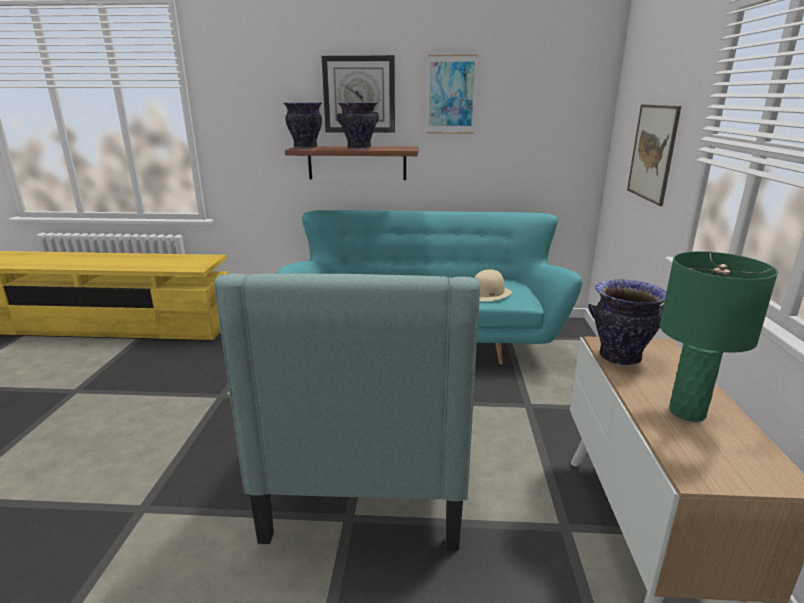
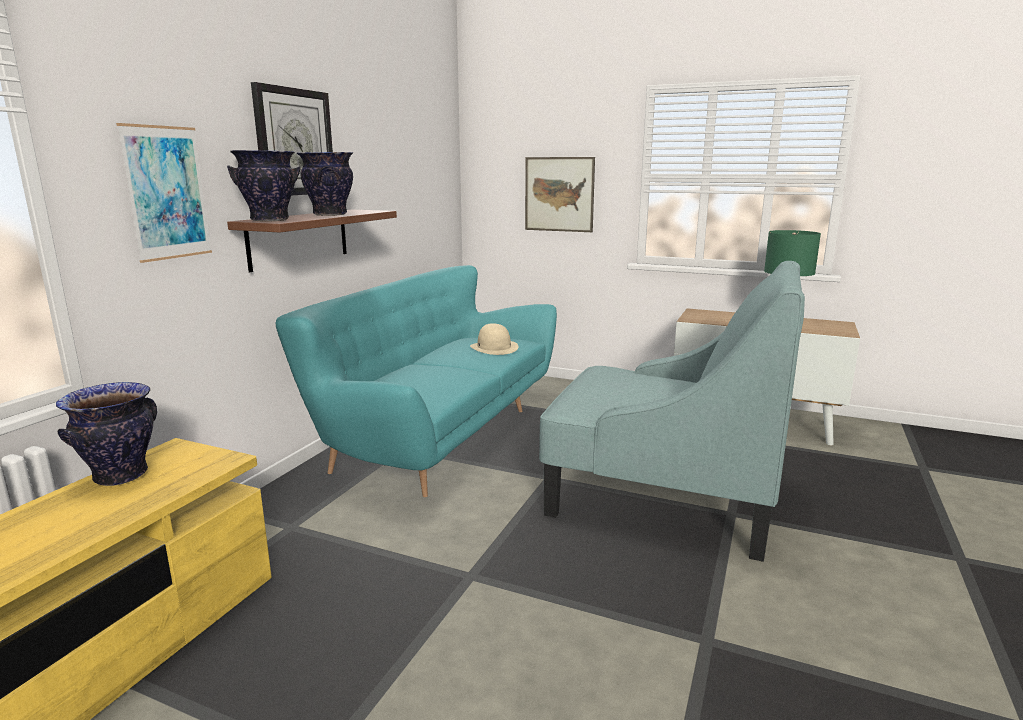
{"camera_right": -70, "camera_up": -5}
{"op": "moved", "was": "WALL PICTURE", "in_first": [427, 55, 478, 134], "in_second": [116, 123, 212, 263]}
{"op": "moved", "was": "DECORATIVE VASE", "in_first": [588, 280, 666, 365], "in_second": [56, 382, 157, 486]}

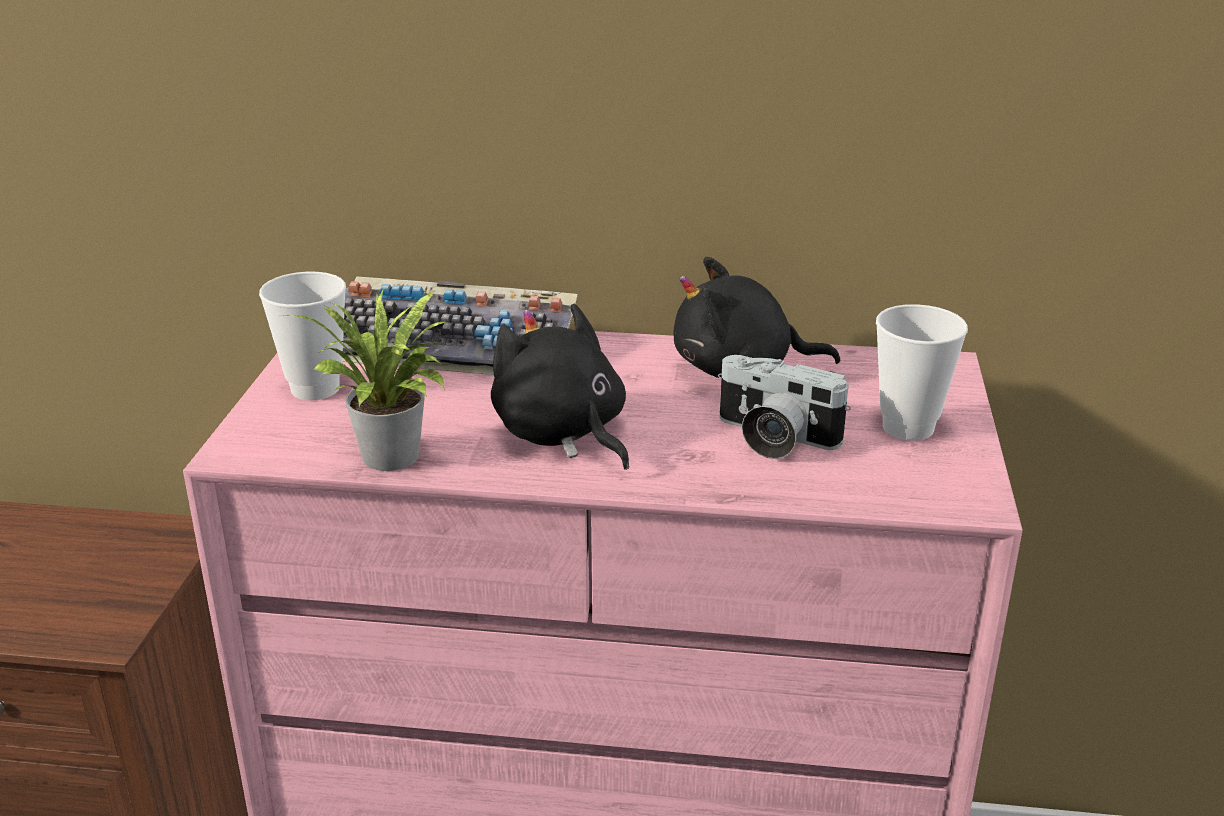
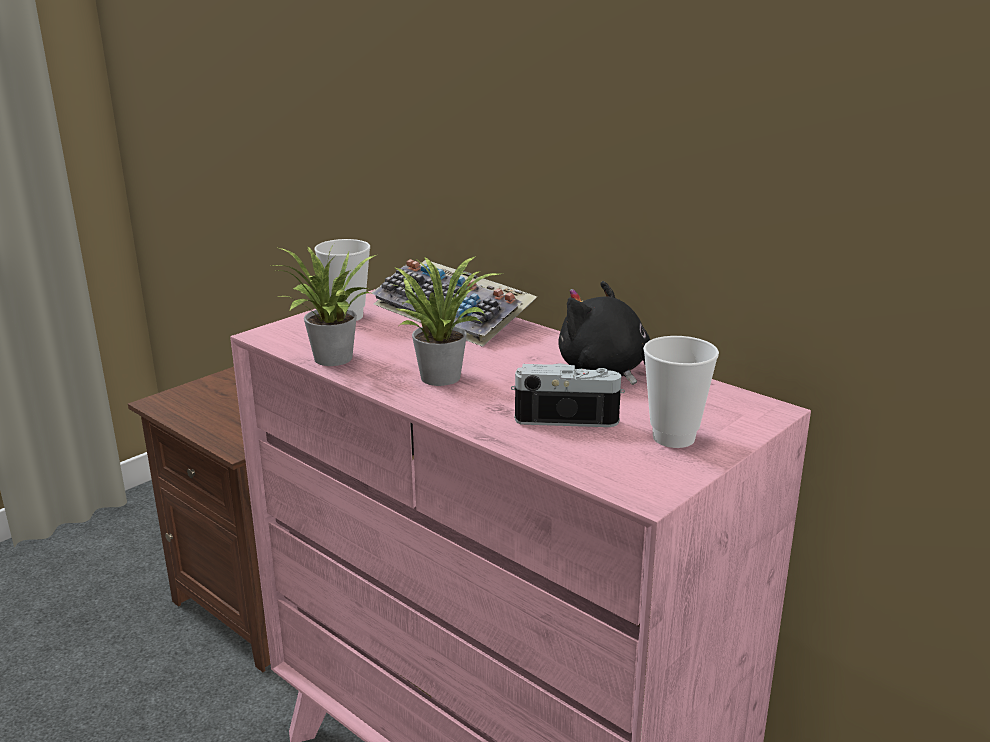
{"camera_right": 35, "camera_up": -5}
{"op": "replaced", "was": "BLACKISH CUDDLY TOY", "now": "HOUSEPLANT", "in_first": [491, 304, 629, 470], "in_second": [395, 256, 500, 386]}
{"op": "turned", "was": "STILL CAMERA", "in_first": [718, 355, 851, 459], "in_second": [511, 363, 625, 427], "clockwise": 120}

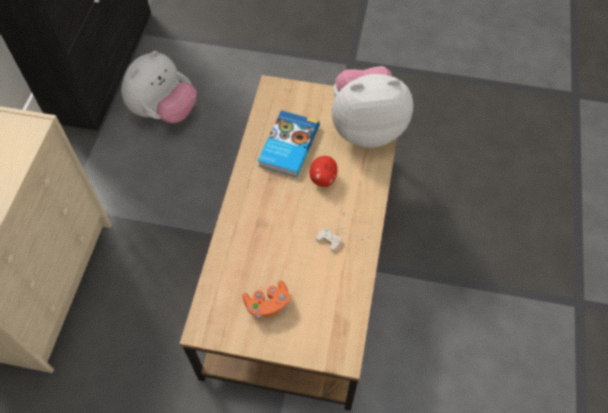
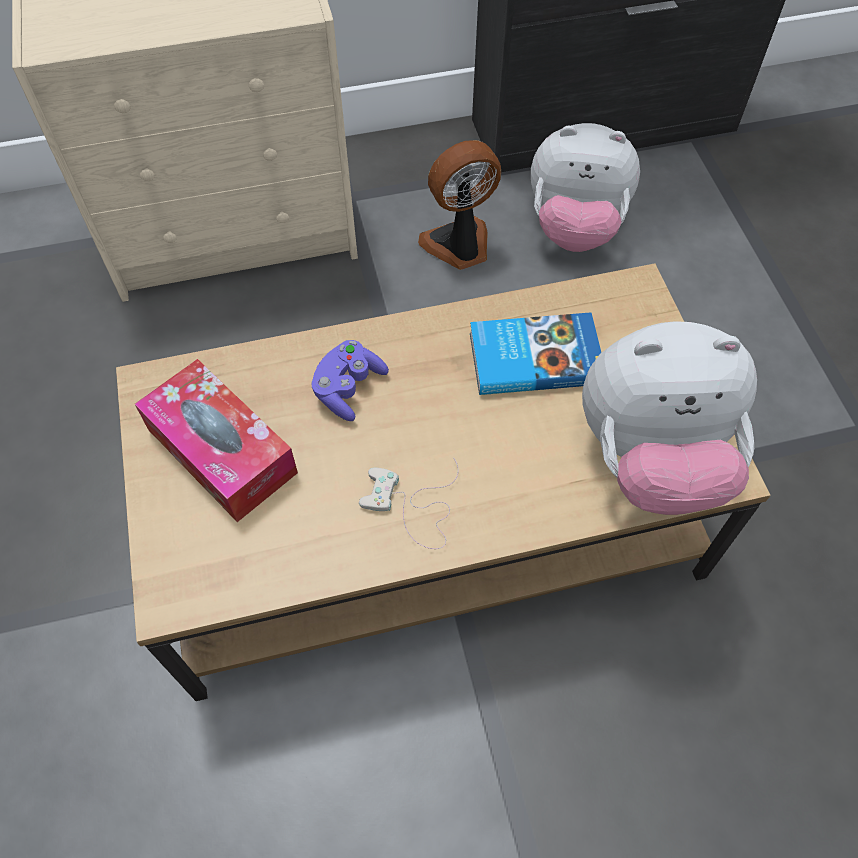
{"camera_right": 65, "camera_up": 0}
{"op": "removed", "was": "WHOLE APPLE", "in_first": [310, 156, 337, 187]}
{"op": "added", "now": "PURPLE JOYPAD", "in_second": [311, 340, 389, 421]}
{"op": "added", "now": "COOLING FAN", "in_second": [418, 140, 501, 270]}
{"op": "replaced", "was": "ORANGE JOYPAD", "now": "TISSUE BOX", "in_first": [242, 281, 290, 318], "in_second": [135, 359, 298, 522]}
{"op": "turned", "was": "CUDDLY TOY", "in_first": [332, 66, 414, 148], "in_second": [582, 321, 757, 515], "clockwise": 120}

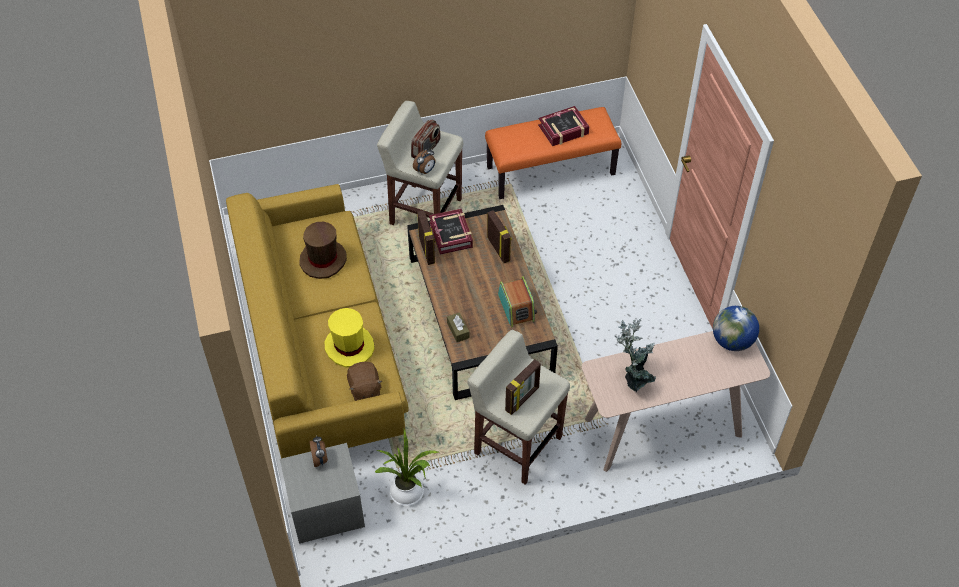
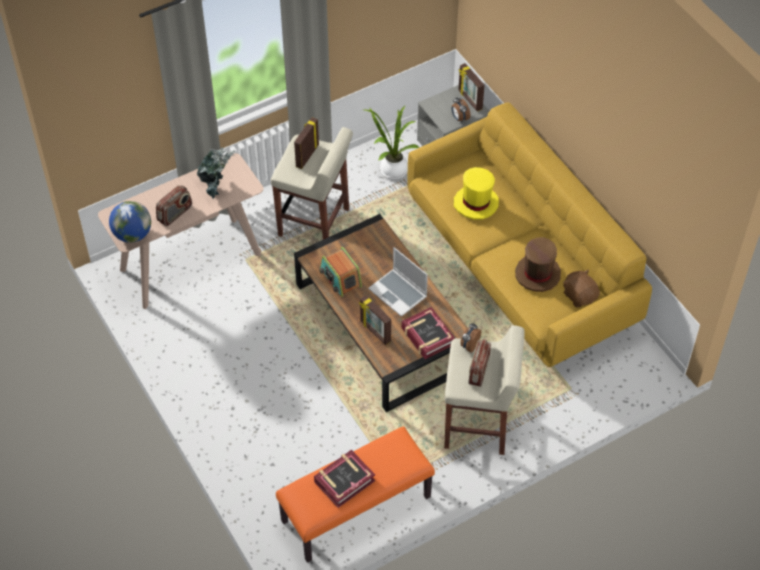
{"camera_right": 165, "camera_up": 0}
{"op": "removed", "was": "BROWN TISSUE BOX", "in_first": [447, 312, 469, 342]}
{"op": "added", "now": "RADIO", "in_second": [156, 185, 192, 227]}
{"op": "added", "now": "LAPTOP", "in_second": [368, 247, 428, 317]}
{"op": "moved", "was": "BROWN CUDDLY TOY", "in_first": [347, 361, 382, 401], "in_second": [563, 269, 600, 307]}
{"op": "moved", "was": "PHOTO FRAME", "in_first": [417, 211, 435, 265], "in_second": [459, 63, 484, 112]}

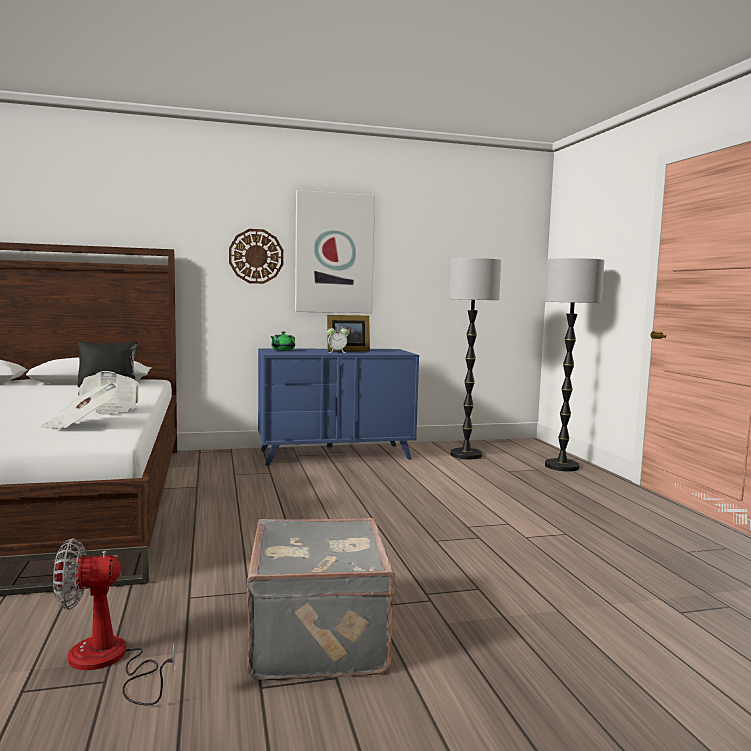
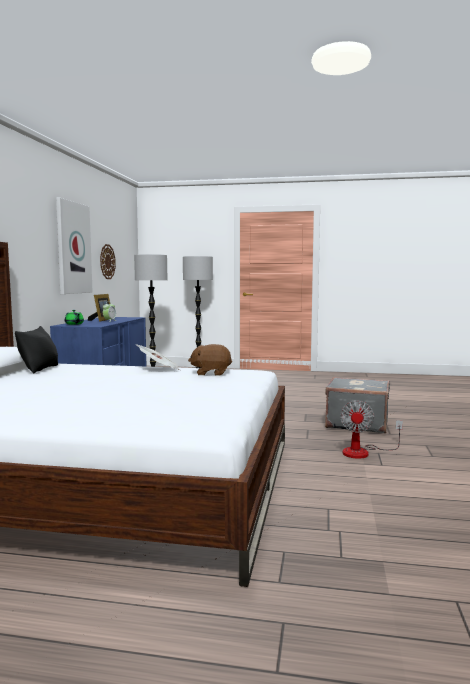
{"camera_right": -65, "camera_up": 0}
{"op": "moved", "was": "WALL CLOCK", "in_first": [229, 229, 283, 284], "in_second": [100, 244, 116, 279]}
{"op": "replaced", "was": "DAILY PAPER", "now": "BROWN CUDDLY TOY", "in_first": [41, 383, 119, 429], "in_second": [188, 344, 232, 376]}

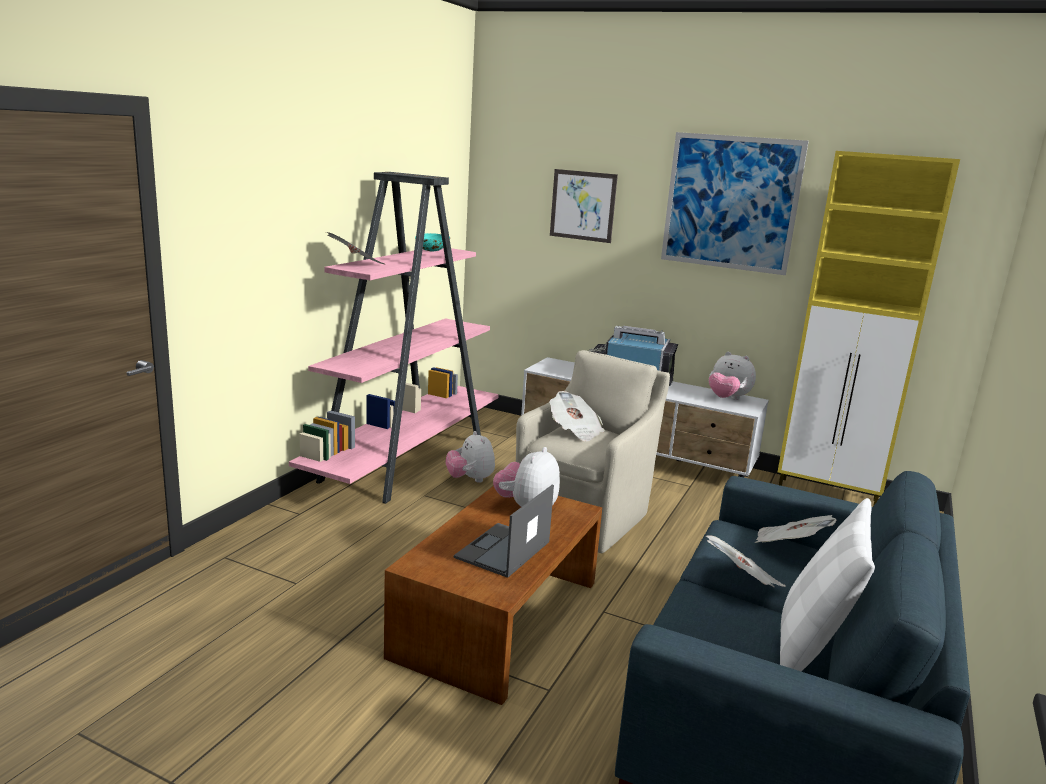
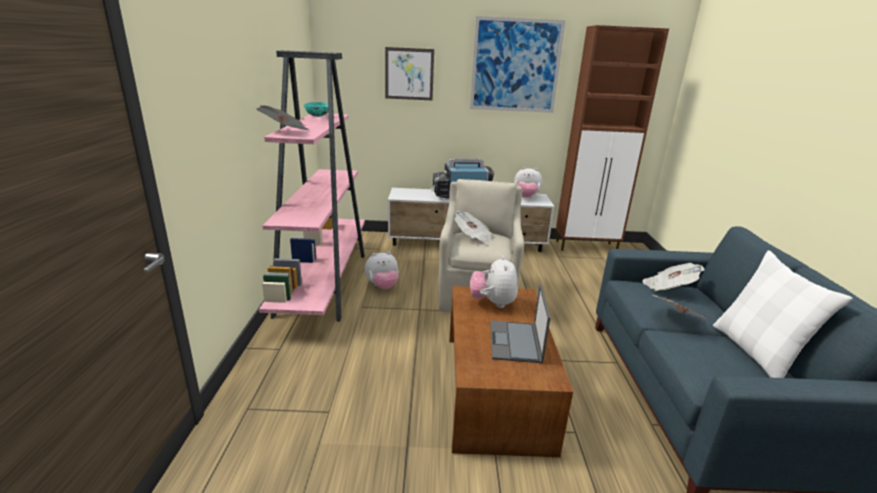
{"camera_right": -25, "camera_up": 5}
{"op": "recoloured", "was": "YELLOWISH CABINET", "now": "BROWN CABINET", "in_first": [778, 151, 960, 506], "in_second": [556, 25, 669, 251]}
{"op": "turned", "was": "CUDDLY TOY", "in_first": [446, 431, 495, 483], "in_second": [365, 251, 399, 289], "clockwise": -60}

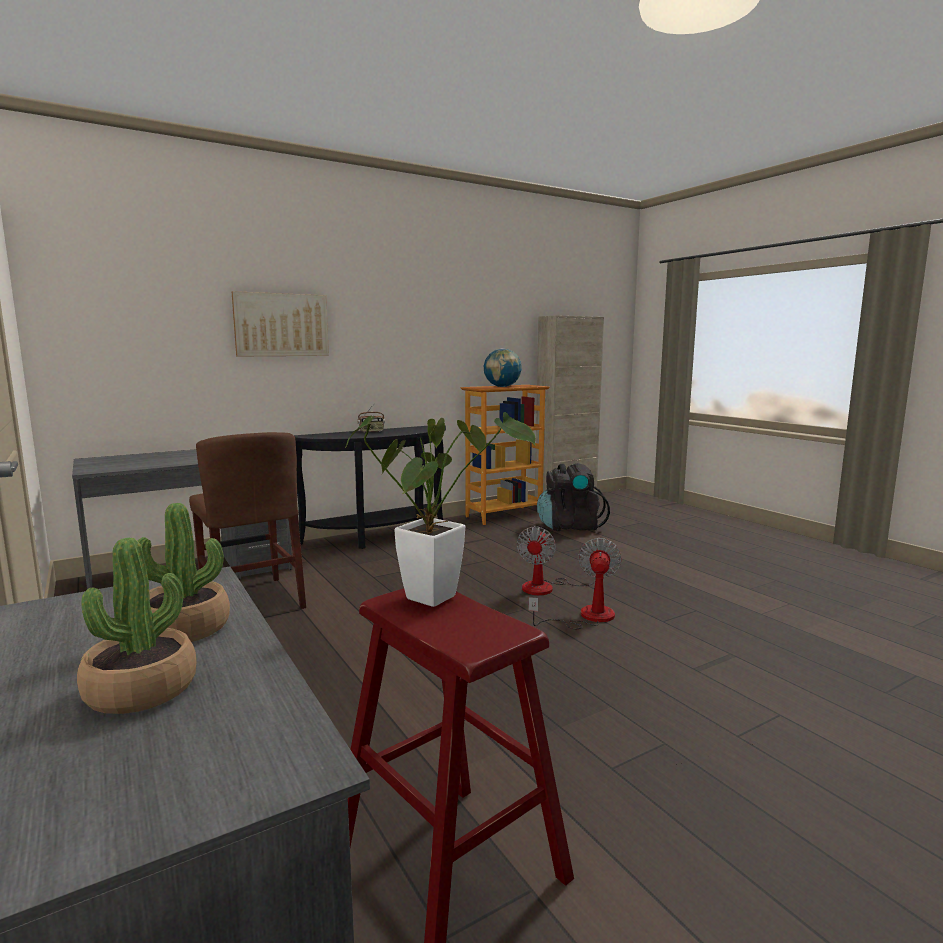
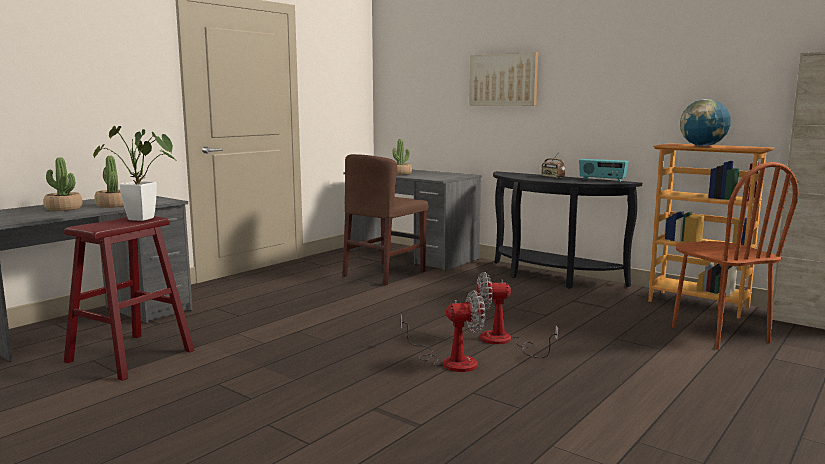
{"camera_right": 70, "camera_up": 0}
{"op": "added", "now": "HOUSEPLANT", "in_second": [393, 139, 412, 175]}
{"op": "added", "now": "RADIO", "in_second": [579, 159, 629, 182]}
{"op": "replaced", "was": "BLACKISH KNAPSACK", "now": "BROWN UPRIGHT CHAIR", "in_first": [537, 463, 610, 531], "in_second": [672, 162, 798, 350]}

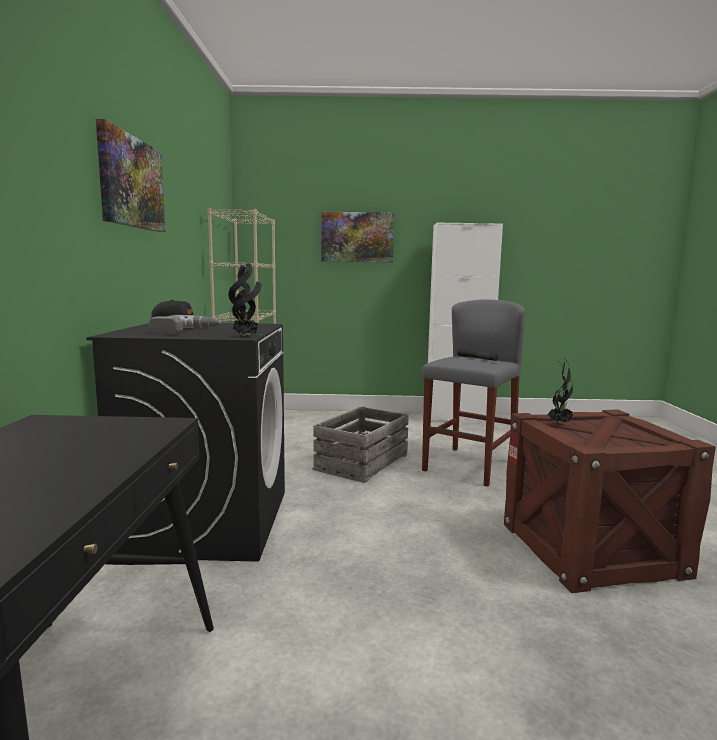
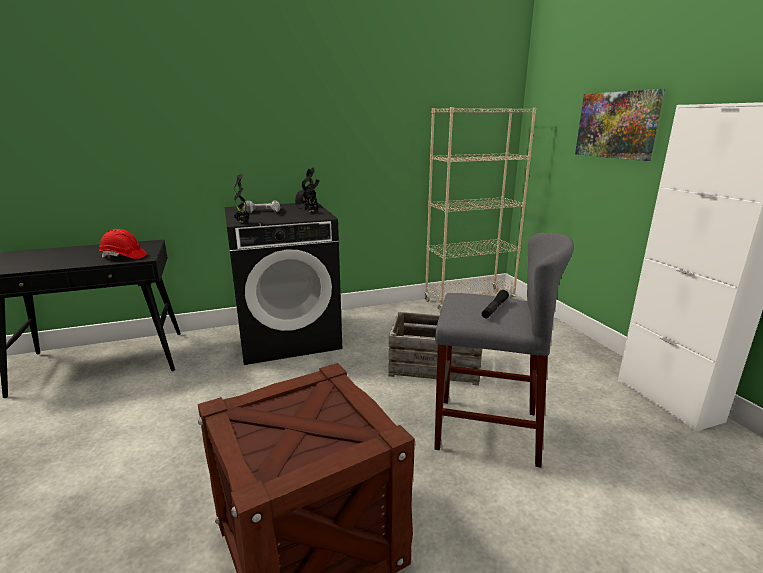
{"camera_right": 70, "camera_up": 10}
{"op": "removed", "was": "WALL PICTURE", "in_first": [96, 119, 165, 232]}
{"op": "added", "now": "REDDISH HARD HAT", "in_second": [99, 229, 147, 259]}
{"op": "moved", "was": "HOUSEPLANT", "in_first": [547, 360, 574, 423], "in_second": [302, 168, 320, 212]}

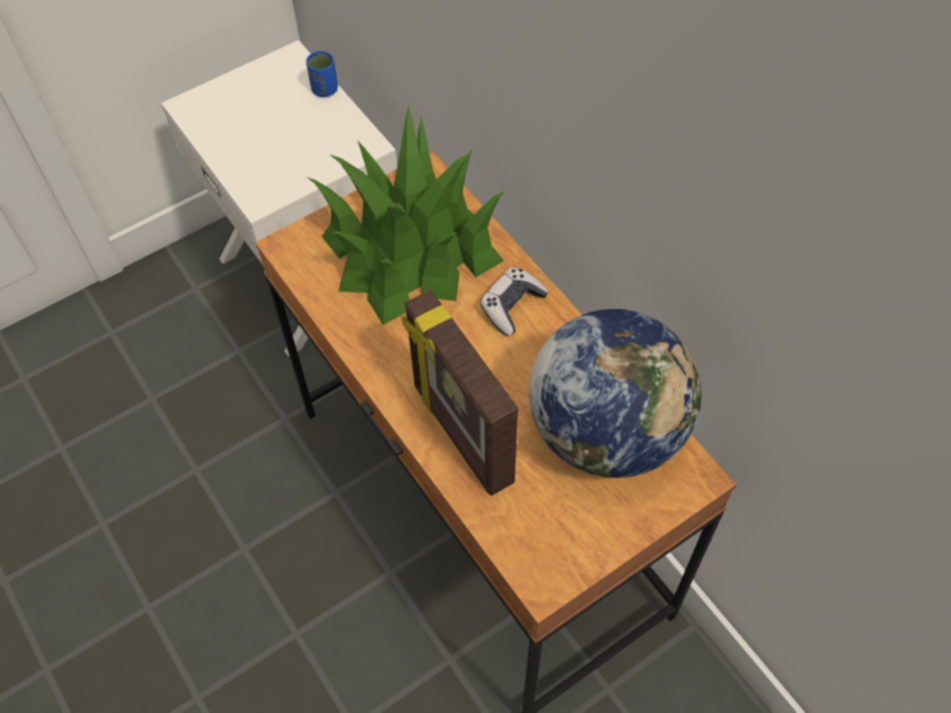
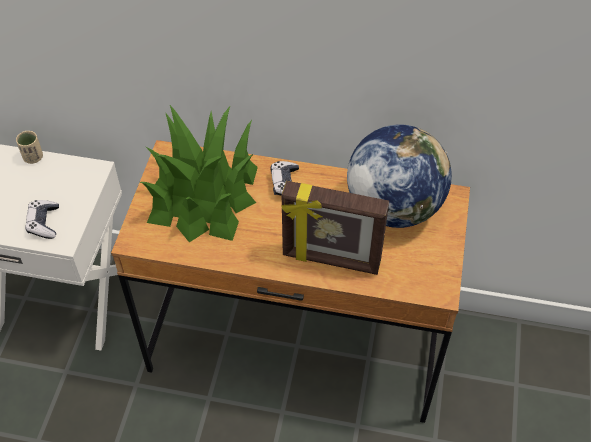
{"camera_right": -45, "camera_up": -5}
{"op": "added", "now": "JOYPAD", "in_second": [25, 200, 59, 239]}
{"op": "recoloured", "was": "BLUISH SMALL CUP", "now": "BEIGE-COLOURED SMALL CUP", "in_first": [306, 51, 338, 97], "in_second": [16, 131, 43, 164]}

